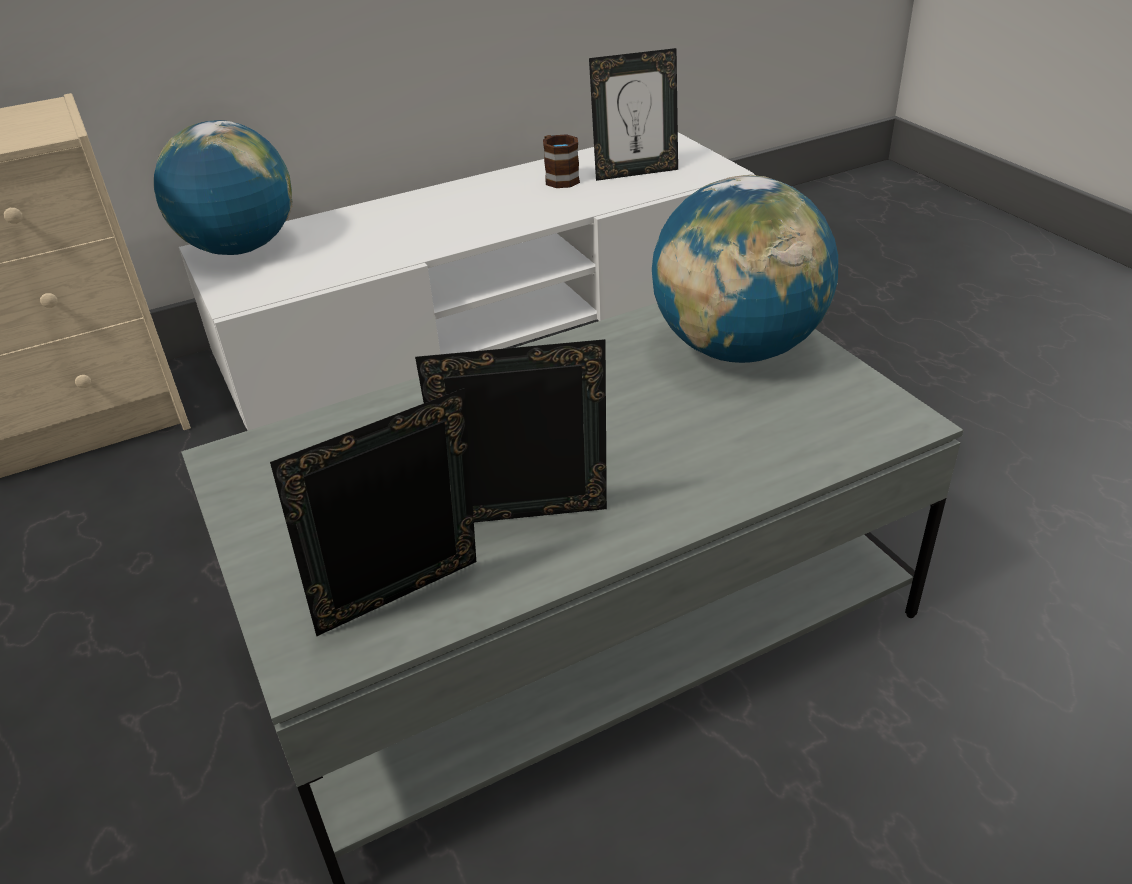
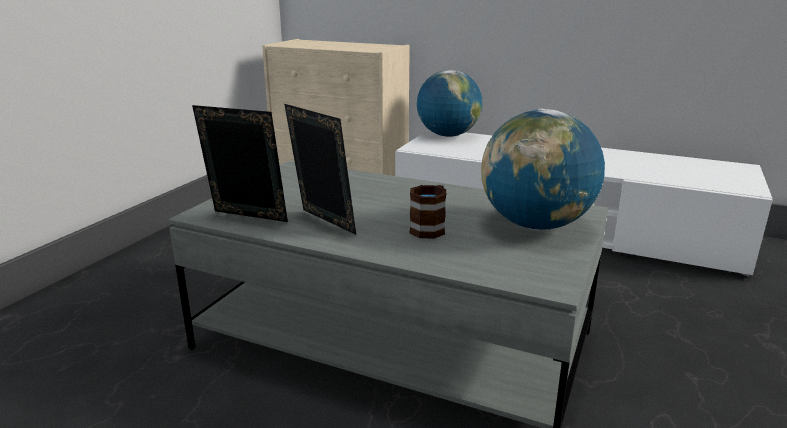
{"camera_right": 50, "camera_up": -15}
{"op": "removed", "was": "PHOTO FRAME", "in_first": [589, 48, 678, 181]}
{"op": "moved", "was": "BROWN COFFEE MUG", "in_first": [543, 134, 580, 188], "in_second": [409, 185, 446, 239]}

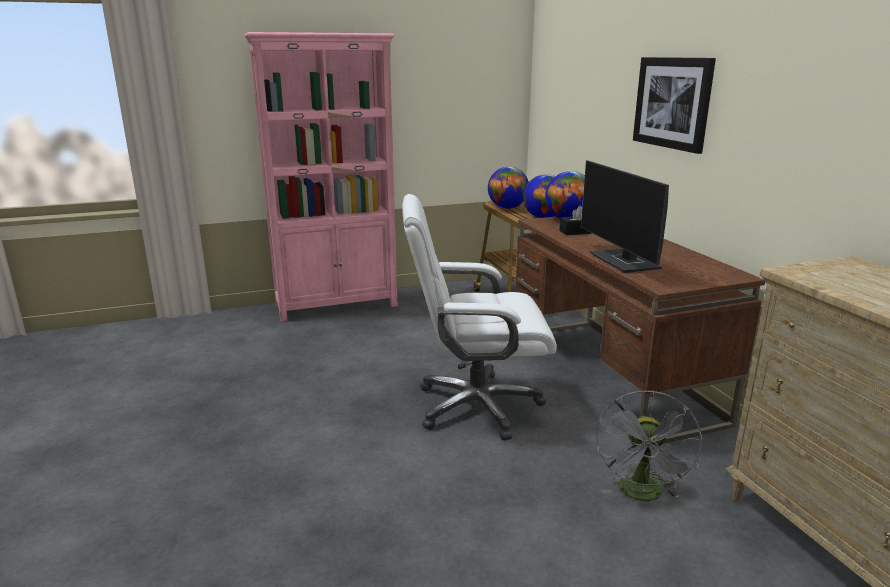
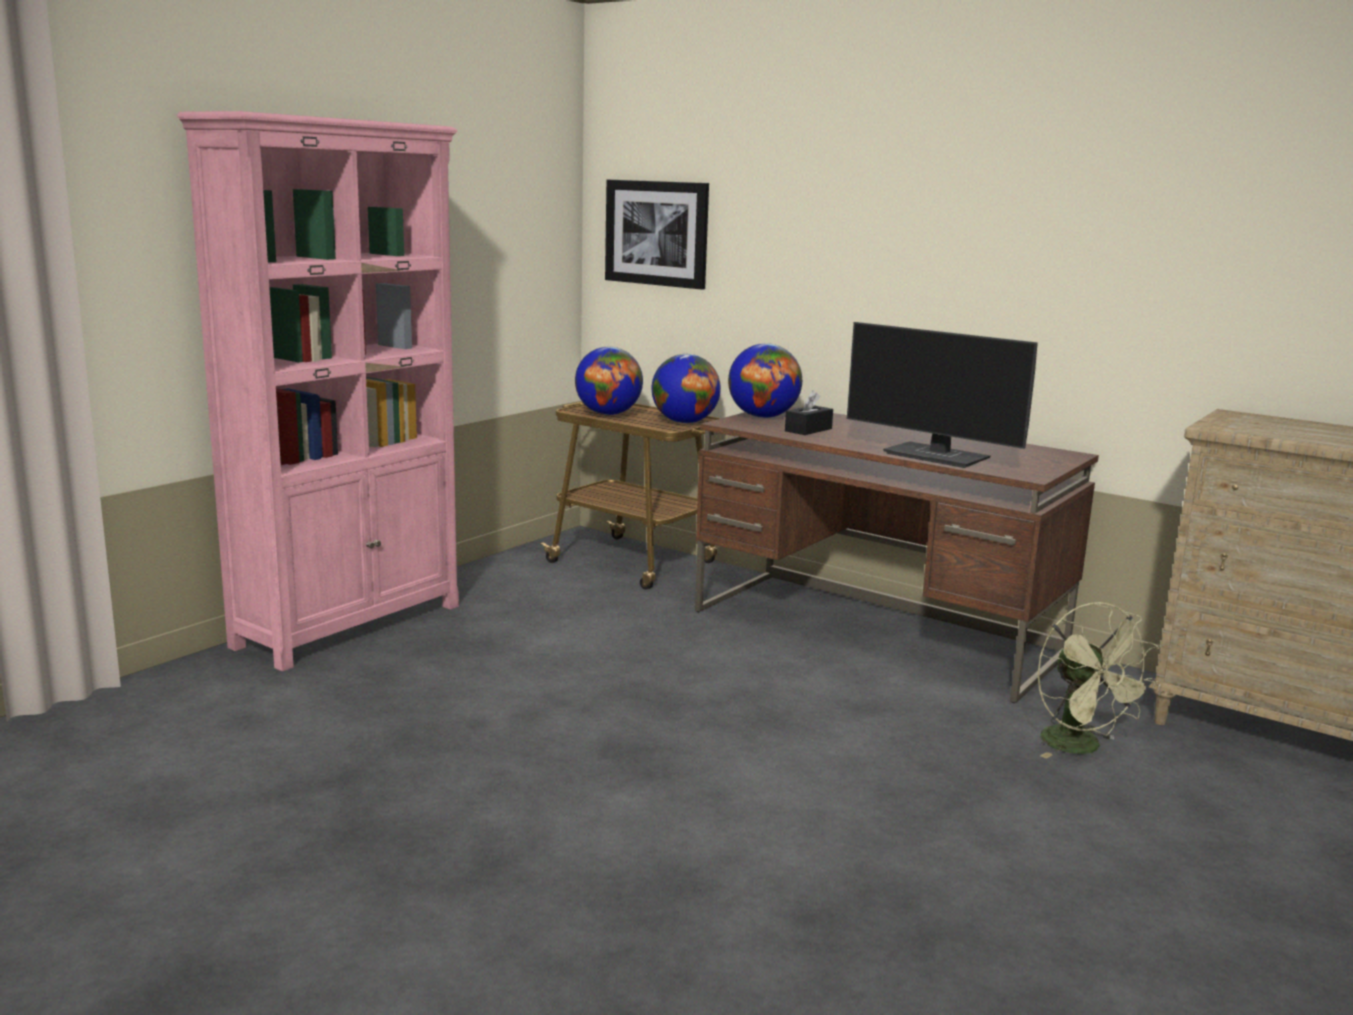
{"camera_right": -35, "camera_up": -5}
{"op": "removed", "was": "WHITISH DESK CHAIR", "in_first": [402, 194, 557, 441]}
{"op": "moved", "was": "WALL PICTURE", "in_first": [633, 57, 716, 154], "in_second": [605, 180, 709, 290]}
{"op": "recoloured", "was": "GREYISH COOLING FAN", "now": "GREEN-COLOURED COOLING FAN", "in_first": [596, 390, 702, 501], "in_second": [1037, 602, 1159, 759]}

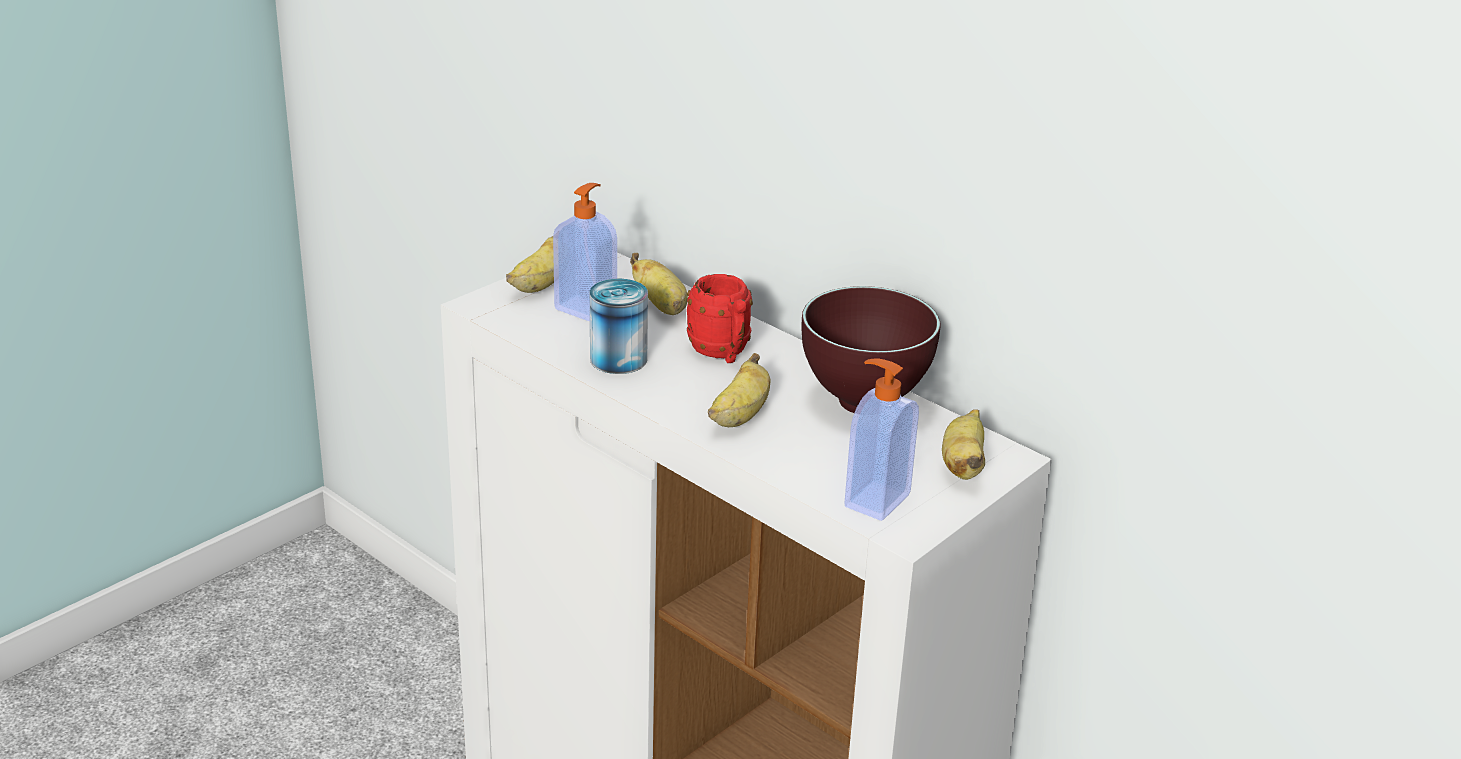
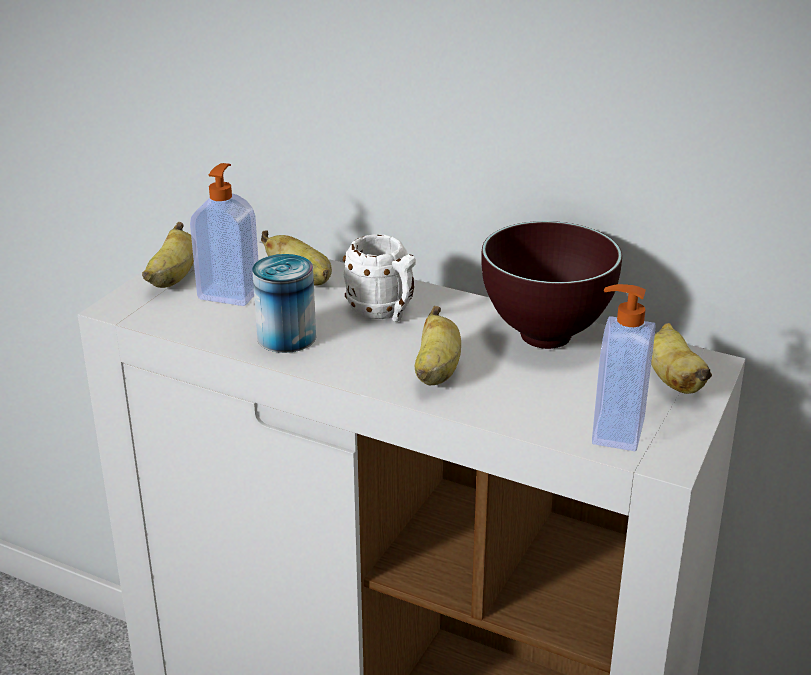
{"camera_right": -15, "camera_up": 0}
{"op": "recoloured", "was": "REDDISH COFFEE MUG", "now": "WHITISH COFFEE MUG", "in_first": [687, 274, 753, 363], "in_second": [343, 234, 416, 322]}

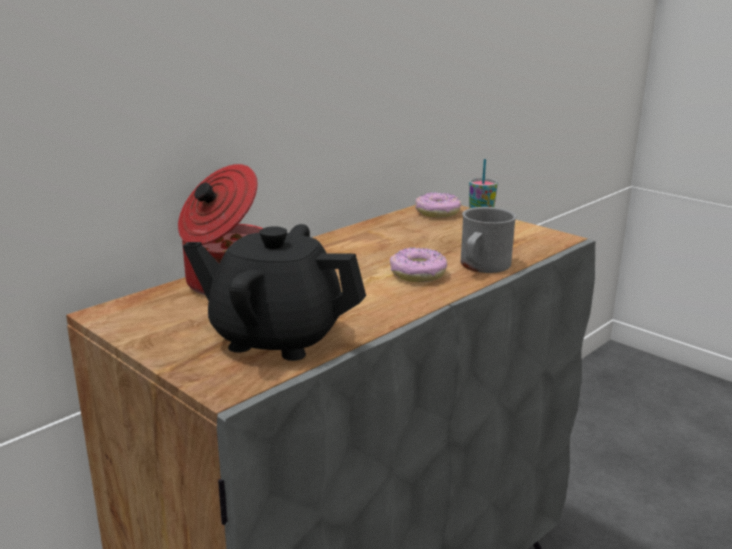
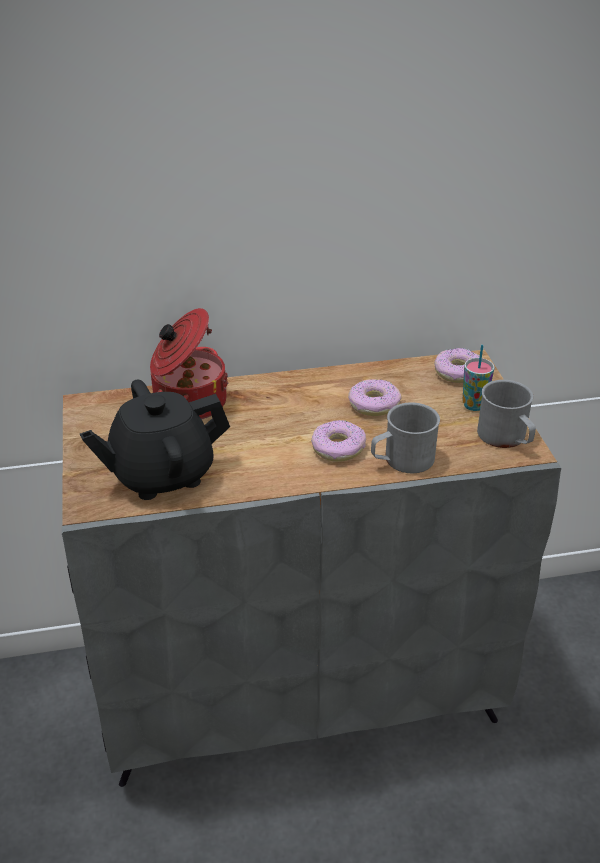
{"camera_right": 35, "camera_up": 15}
{"op": "added", "now": "RING DOUGHNUT", "in_second": [348, 379, 401, 416]}
{"op": "added", "now": "GREYISH COFFEE MUG", "in_second": [477, 380, 536, 448]}
{"op": "turned", "was": "BLACKISH TEAPOT", "in_first": [183, 224, 366, 361], "in_second": [80, 380, 230, 500], "clockwise": -75}

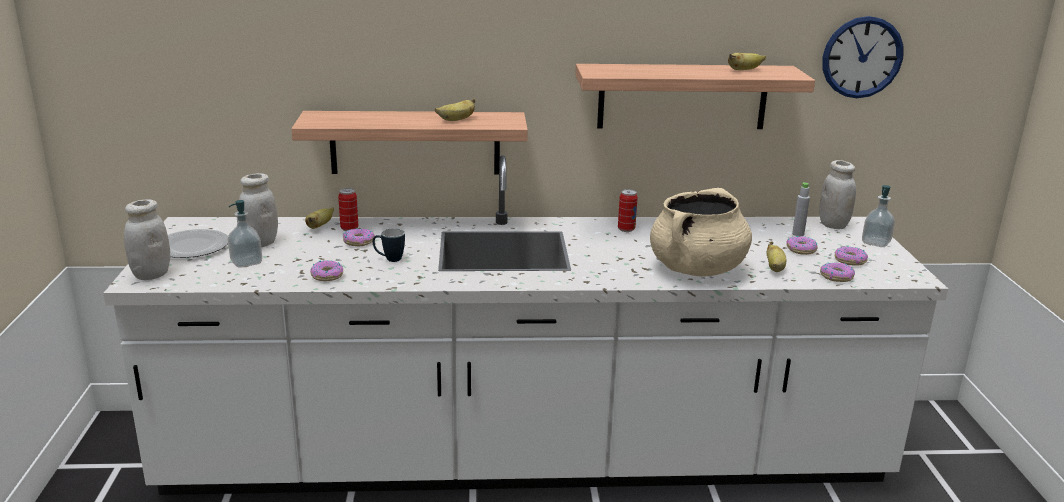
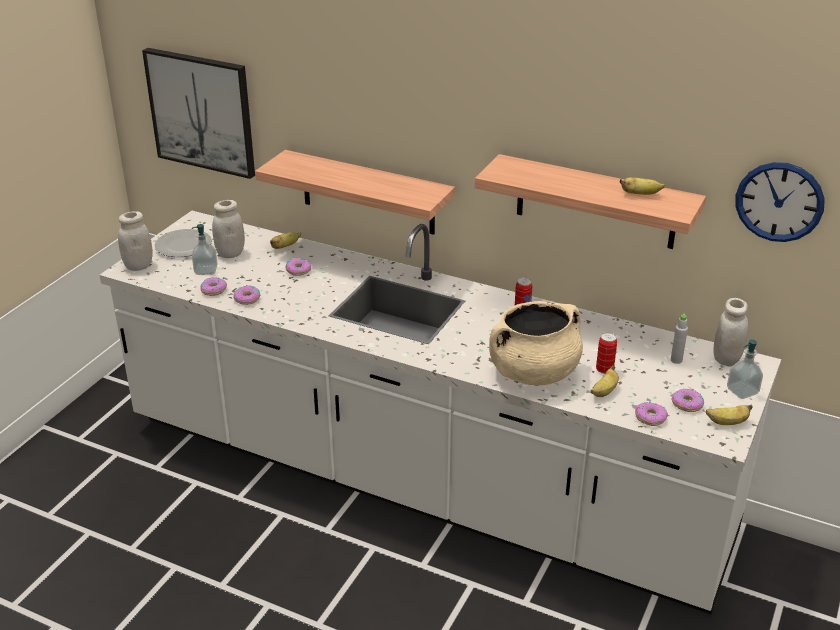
{"camera_right": 30, "camera_up": 10}
{"op": "removed", "was": "COFFEE MUG", "in_first": [373, 228, 405, 262]}
{"op": "added", "now": "WALL PICTURE", "in_second": [142, 48, 255, 179]}
{"op": "moved", "was": "CAN", "in_first": [338, 188, 358, 231], "in_second": [596, 332, 617, 374]}
{"op": "moved", "was": "WHOLE BANANA", "in_first": [435, 99, 475, 121], "in_second": [706, 404, 753, 425]}
{"op": "moved", "was": "RING DOUGHNUT", "in_first": [786, 236, 818, 255], "in_second": [200, 277, 227, 296]}

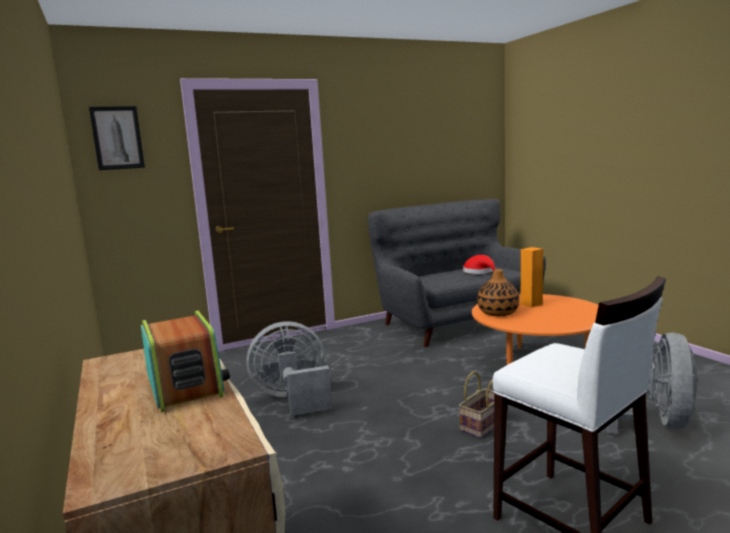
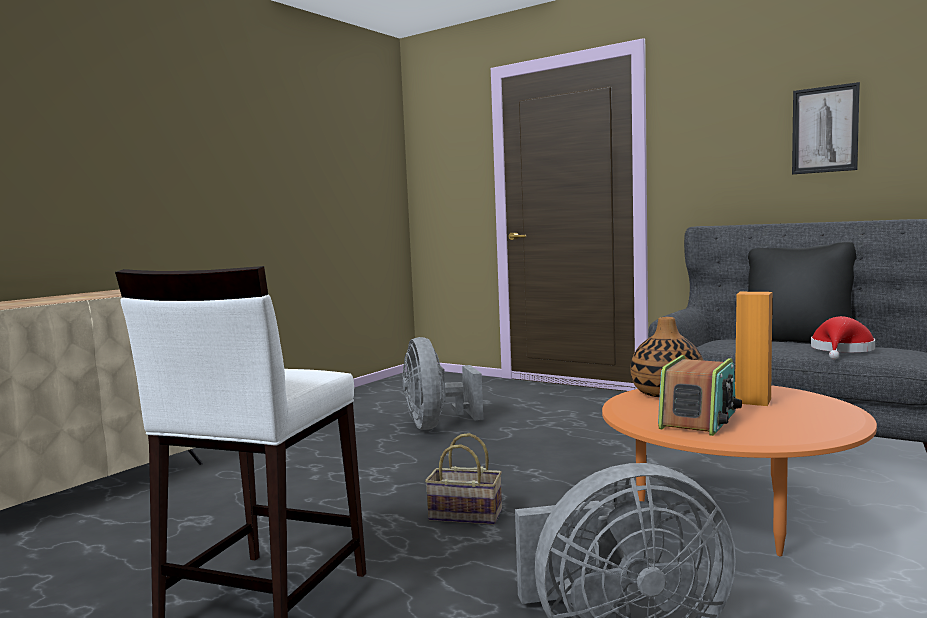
{"camera_right": 60, "camera_up": -5}
{"op": "added", "now": "BLACKISH THROW PILLOW", "in_second": [748, 241, 857, 343]}
{"op": "moved", "was": "WALL PICTURE", "in_first": [89, 106, 145, 170], "in_second": [792, 82, 860, 175]}
{"op": "moved", "was": "RADIO", "in_first": [141, 311, 230, 413], "in_second": [658, 355, 742, 436]}
{"op": "turned", "was": "GREYISH COOLING FAN", "in_first": [246, 321, 332, 416], "in_second": [403, 337, 483, 430], "clockwise": -150}

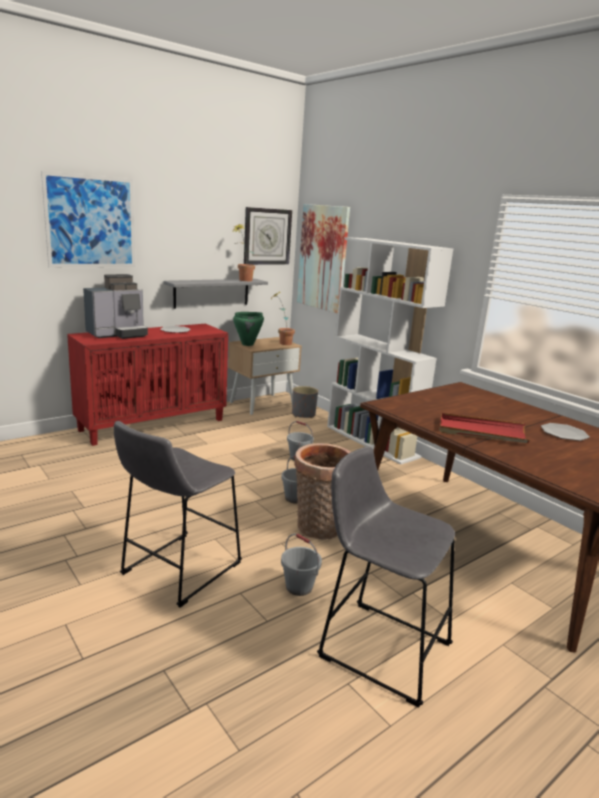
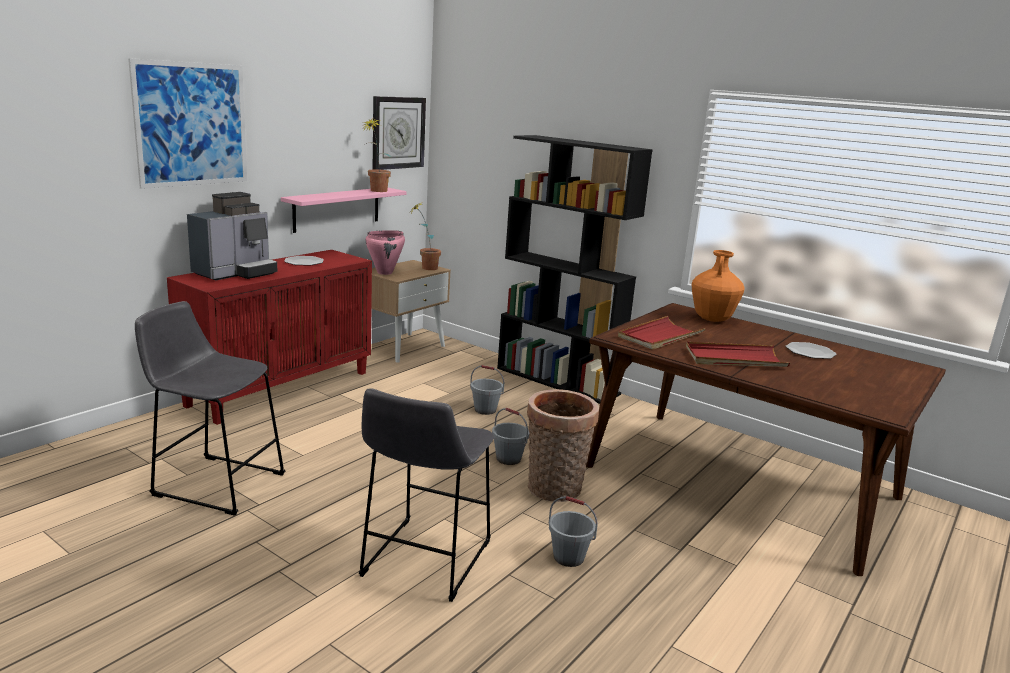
{"camera_right": -15, "camera_up": 0}
{"op": "removed", "was": "GREYISH PLANT POT", "in_first": [292, 386, 318, 418]}
{"op": "removed", "was": "WALL PICTURE", "in_first": [297, 204, 350, 314]}
{"op": "added", "now": "REDDISH CARRYING TRAY", "in_second": [618, 316, 706, 350]}
{"op": "added", "now": "ORANGE DECORATIVE VASE", "in_second": [692, 250, 745, 322]}
{"op": "moved", "was": "GREYISH STOOL SEAT", "in_first": [317, 446, 455, 707], "in_second": [135, 301, 285, 516]}
{"op": "recoloured", "was": "GREYISH SHELF", "now": "PINK-COLOURED SHELF", "in_first": [164, 279, 268, 309], "in_second": [281, 188, 407, 233]}
{"op": "recoloured", "was": "GREEN-COLOURED COOKING POT", "now": "PINK-COLOURED COOKING POT", "in_first": [233, 312, 264, 346], "in_second": [365, 230, 405, 275]}
{"op": "recoloured", "was": "WHITISH BOOKSHELF", "now": "BLACKISH BOOKSHELF", "in_first": [327, 237, 453, 465], "in_second": [497, 135, 653, 404]}

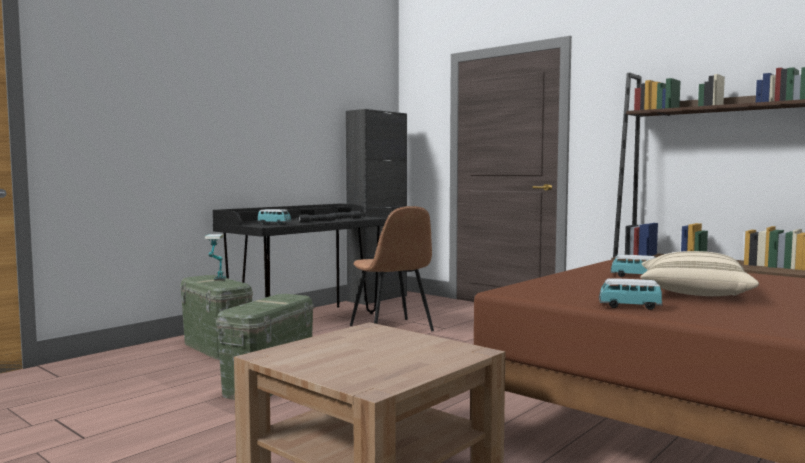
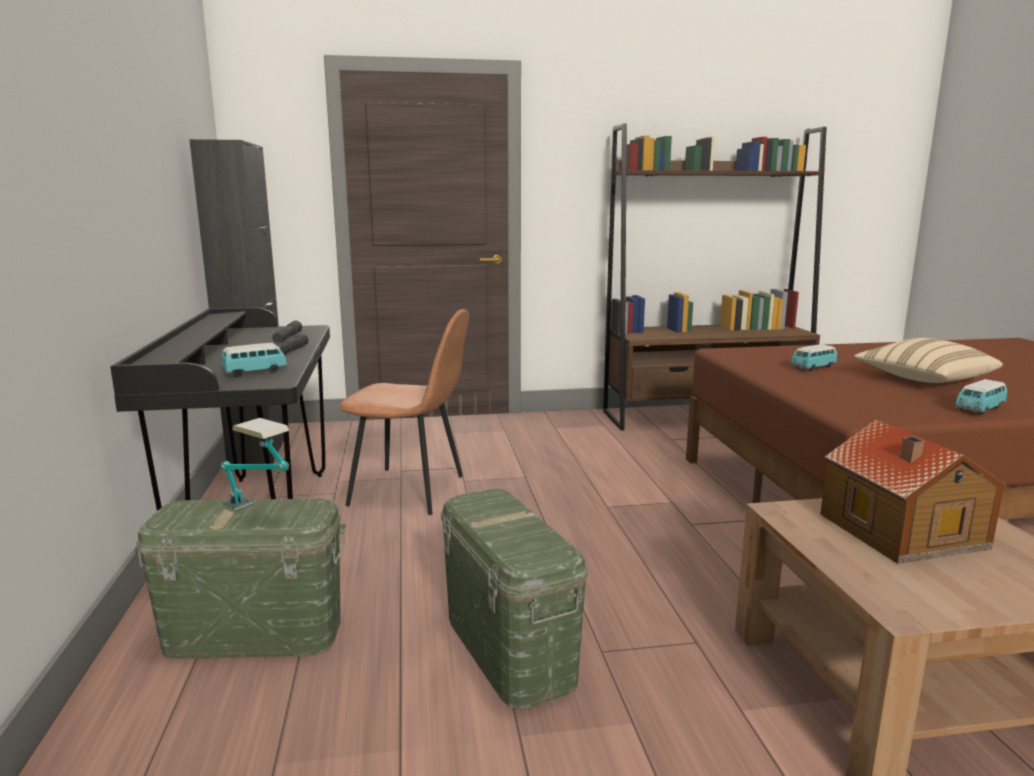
{"camera_right": -50, "camera_up": 10}
{"op": "added", "now": "MODEL HOUSE", "in_second": [821, 420, 1007, 564]}

